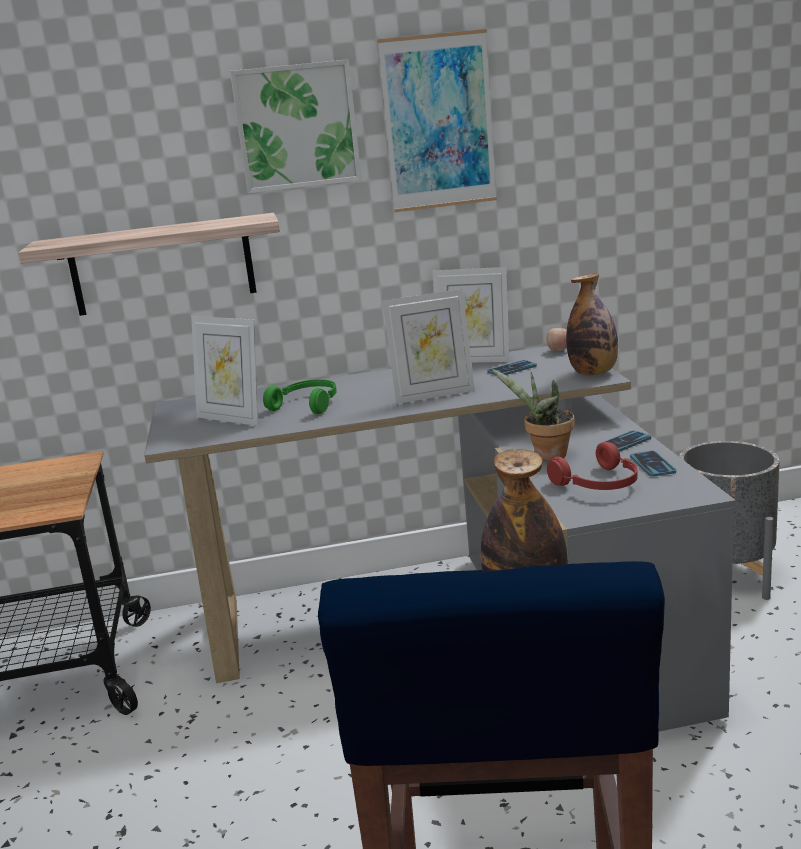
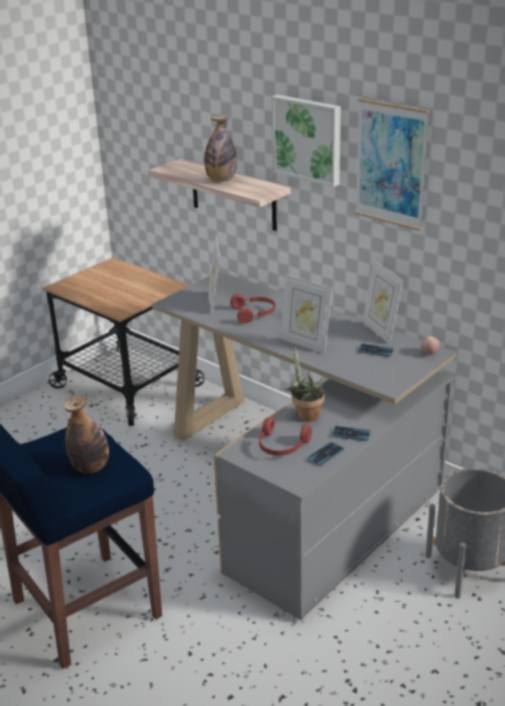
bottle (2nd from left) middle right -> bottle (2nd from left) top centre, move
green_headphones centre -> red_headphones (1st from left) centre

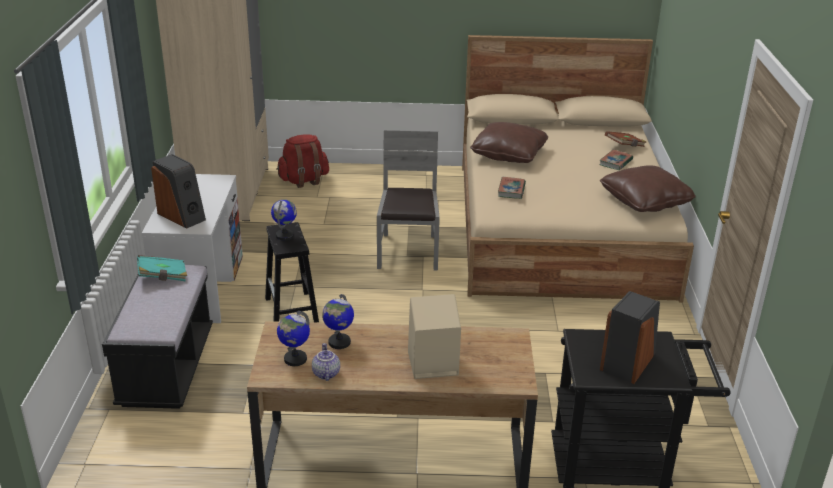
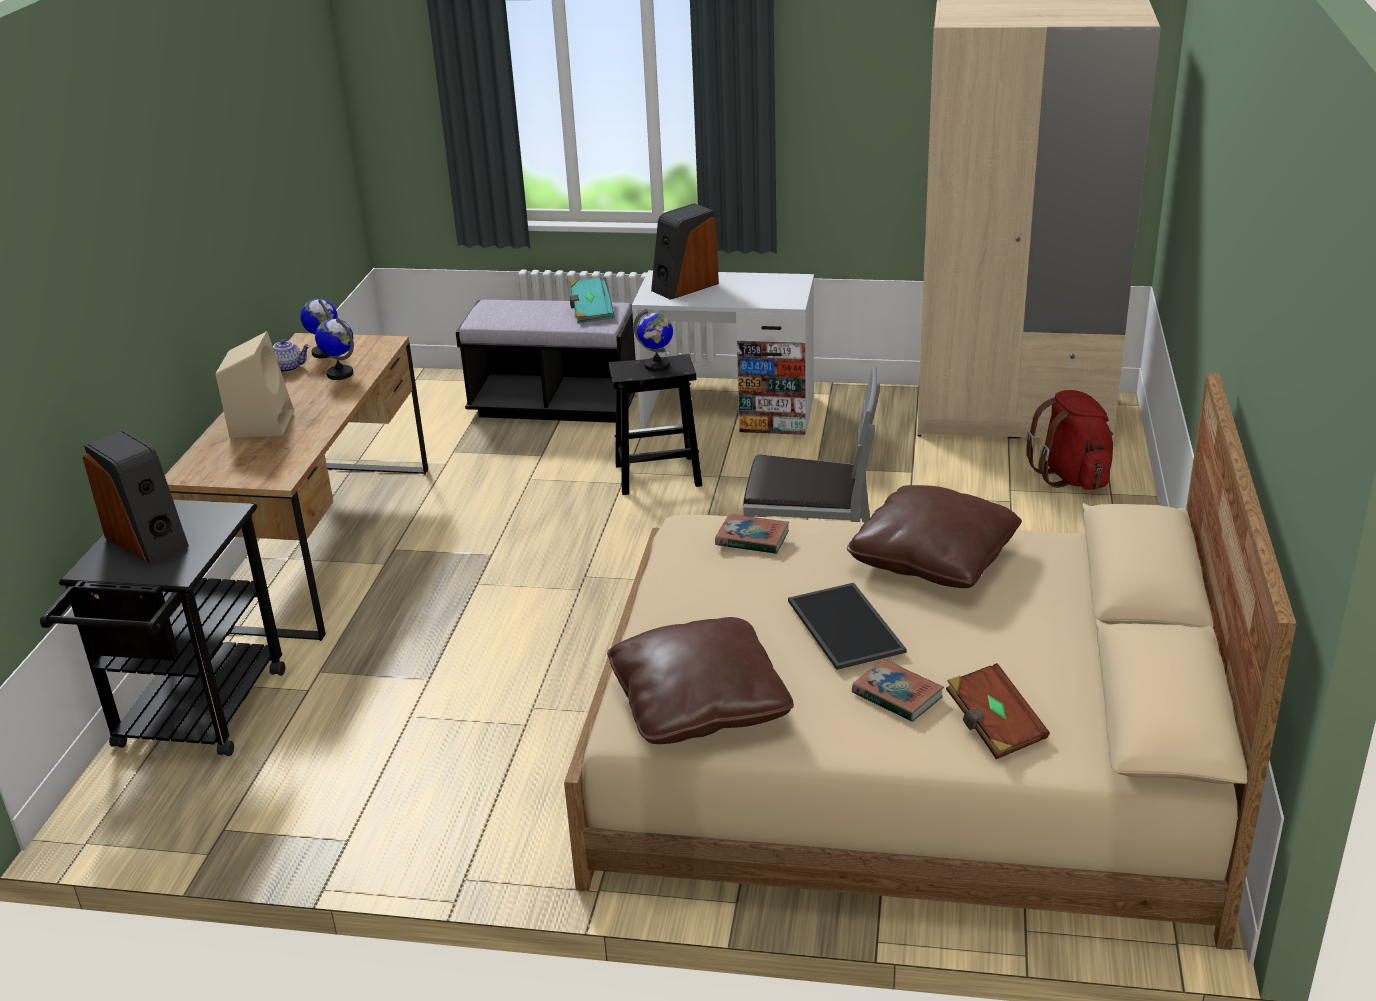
none -> tray centre

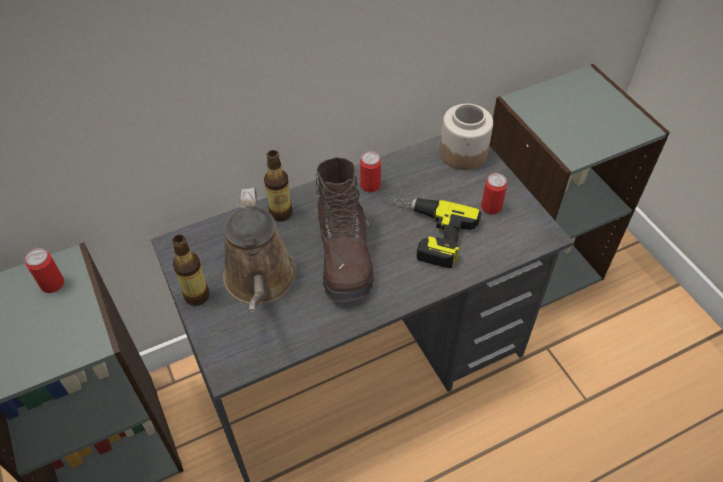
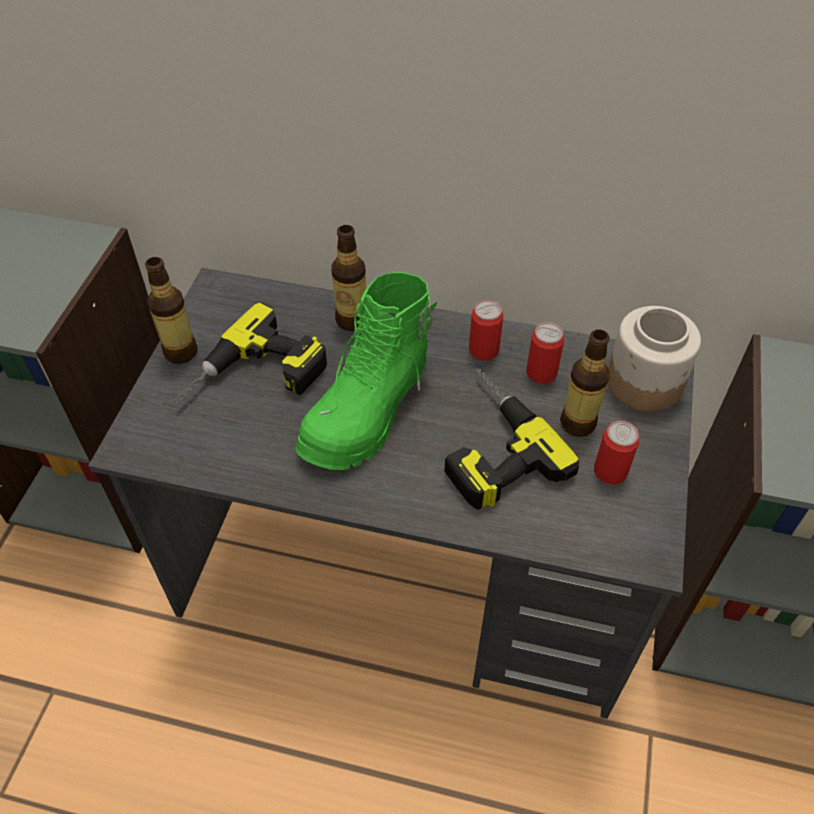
none -> bottle (3rd from left) middle right
can (1st from left in the first image) middle left -> can (2nd from left) middle right, move
brown_watering_can centre -> power_drill (1st from left) middle left
brown_boot centre -> green_boot centre

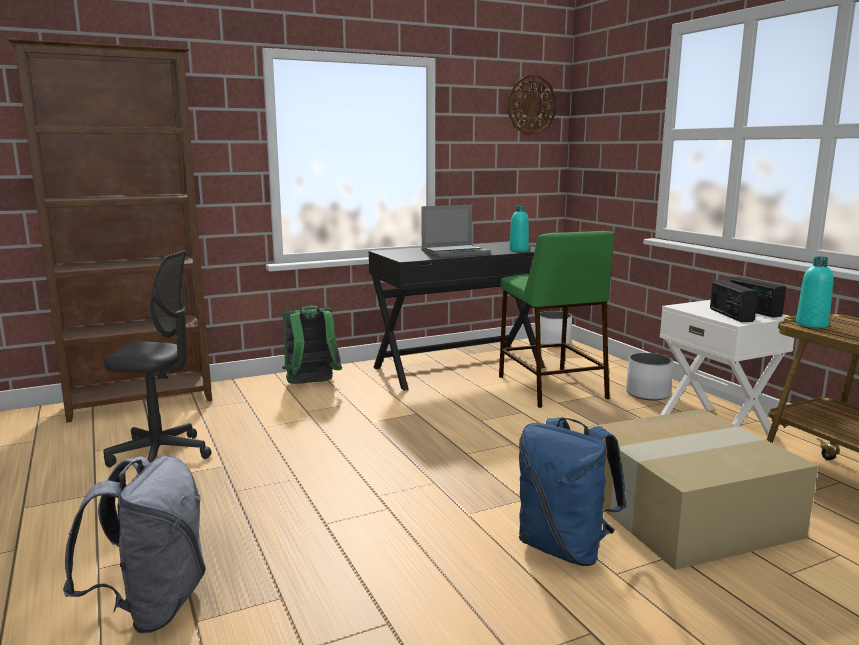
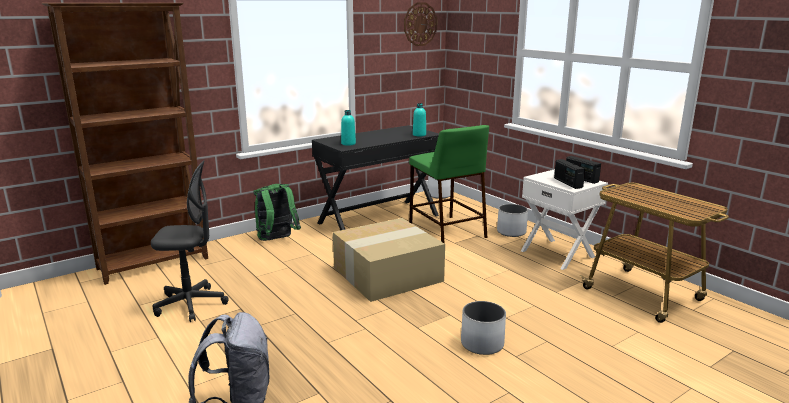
laptop centre -> none
cardboard_box bottom right -> cardboard_box centre, move
turquoise_bottle (2nd from left in the first image) middle right -> turquoise_bottle (1st from left) top centre, move
blue_backpack bottom centre -> white_planter (2nd from left) bottom centre

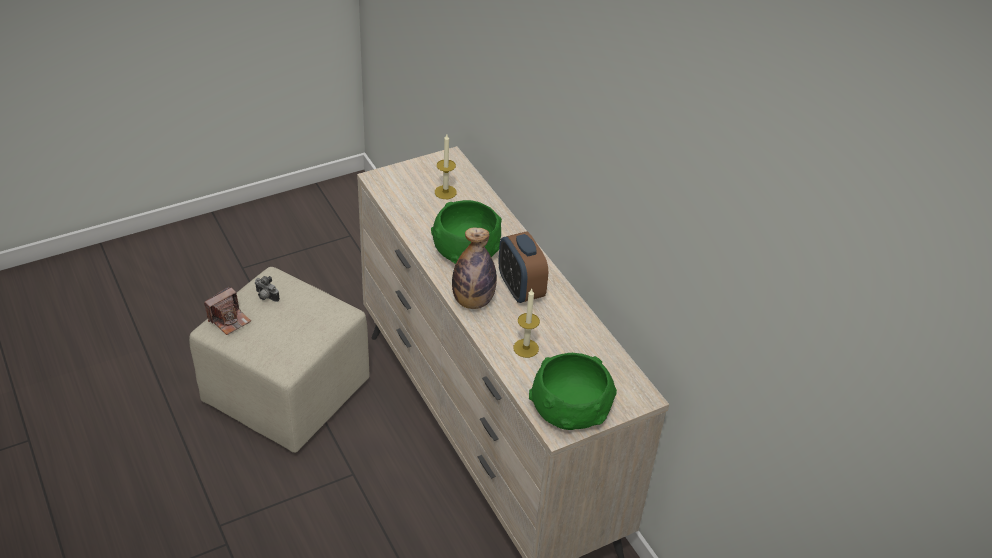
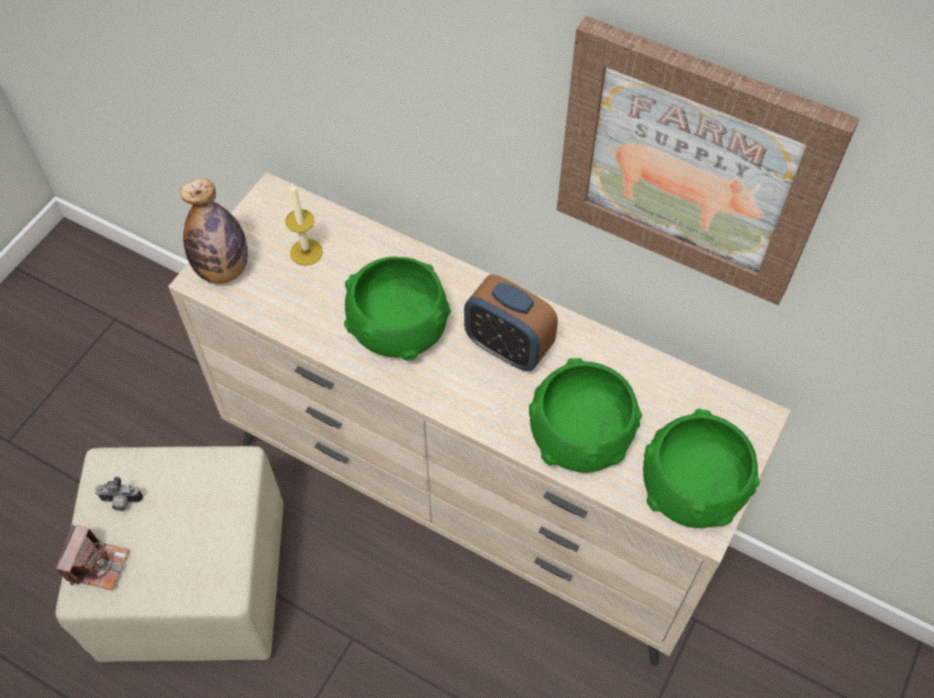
none -> picture top right
bottle centre -> bottle top left, move
candle (2nd from left) centre -> green_bowl (2nd from left) centre

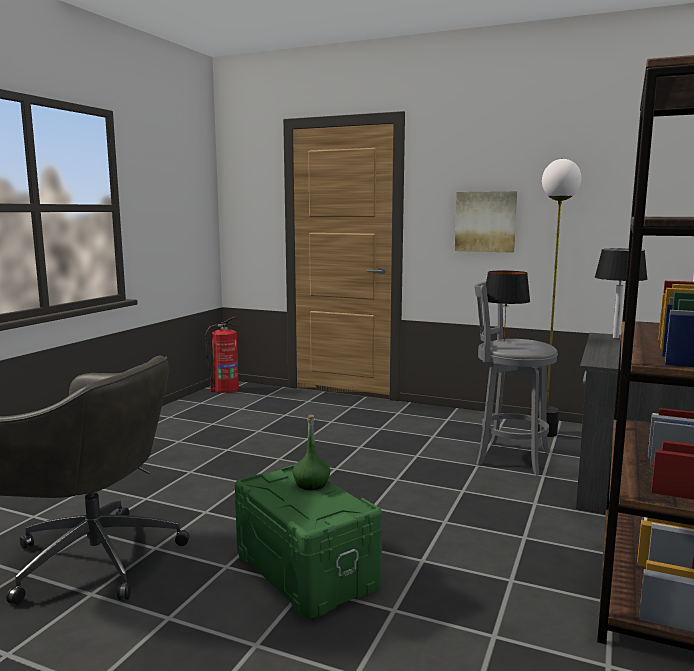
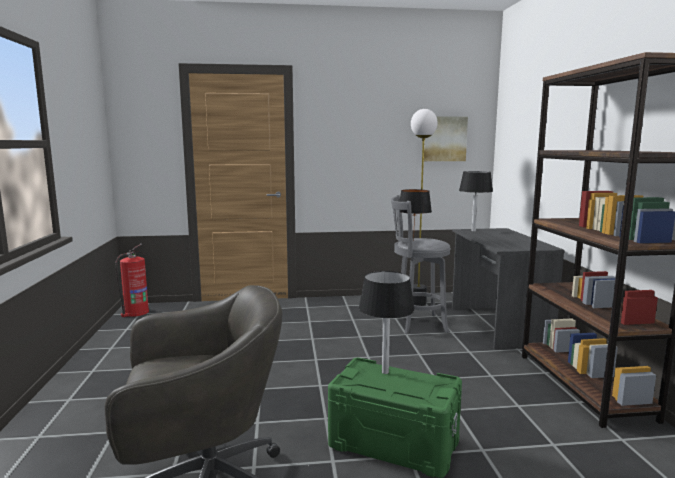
picture top right -> picture top centre, move
green_bottle bottom centre -> black_table_lamp (1st from left) bottom centre

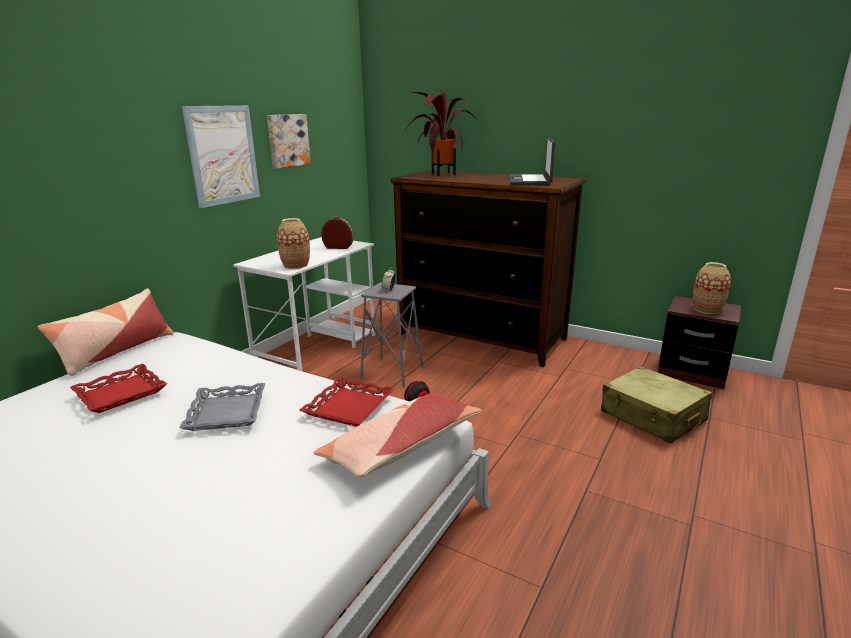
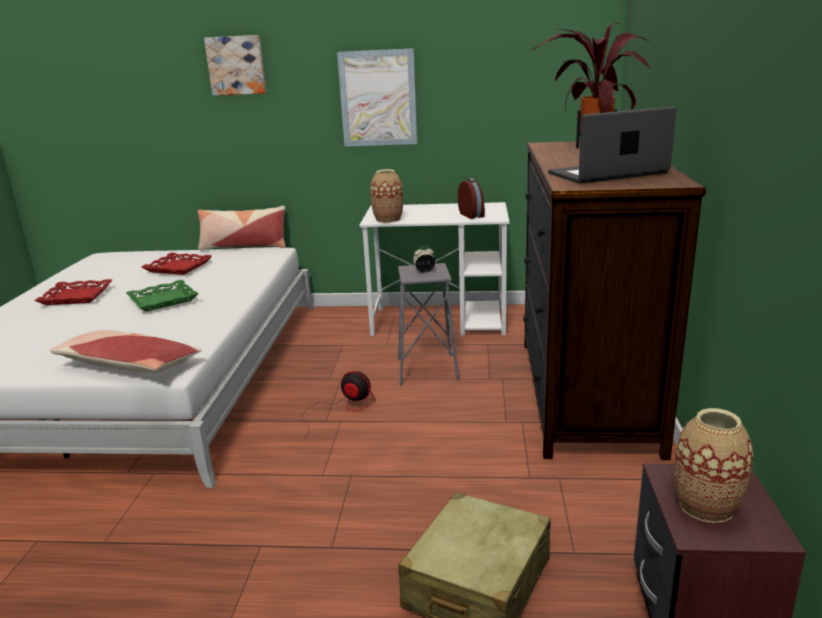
picture (2nd from left in the first image) top centre -> picture (1st from left) top left, move
red_tray (2nd from left in the first image) centre -> red_tray (1st from left) middle left, move
grey_tray middle left -> green_tray middle left

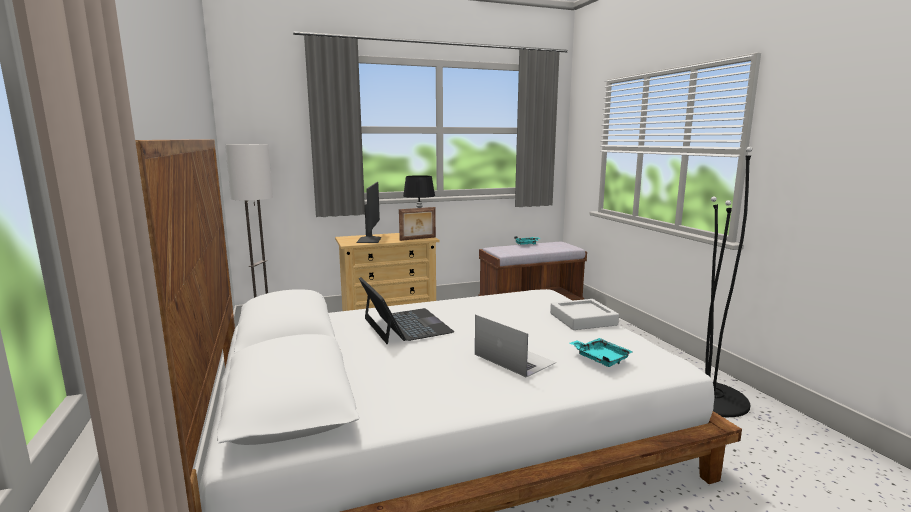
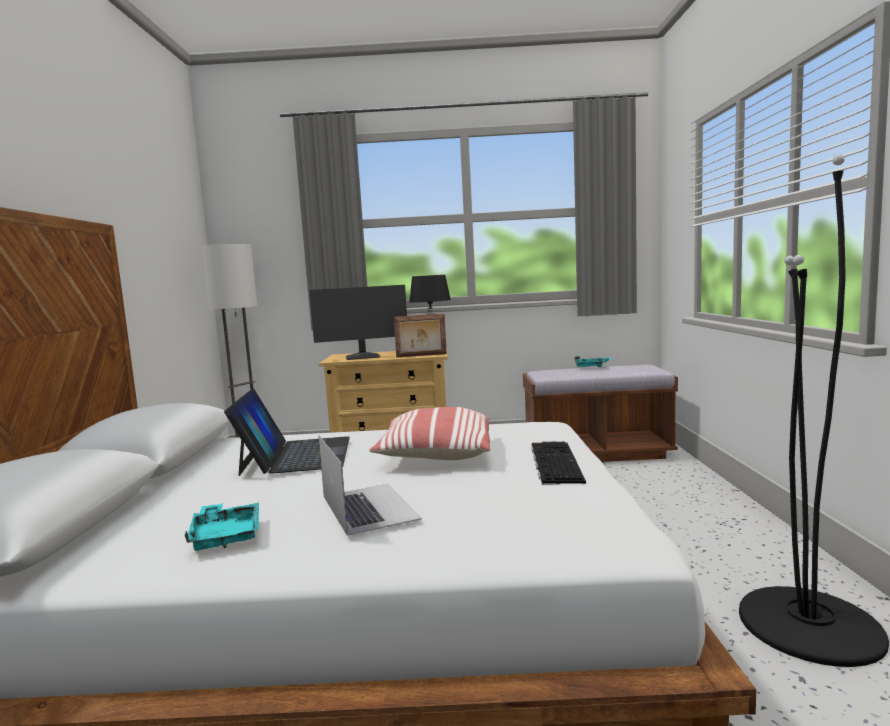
none -> pillow centre
turquoise_tray (2nd from left in the first image) bottom centre -> turquoise_tray (1st from left) bottom left, move
grey_tray centre -> keyboard centre
monitor centre, 60 degrees clockwise

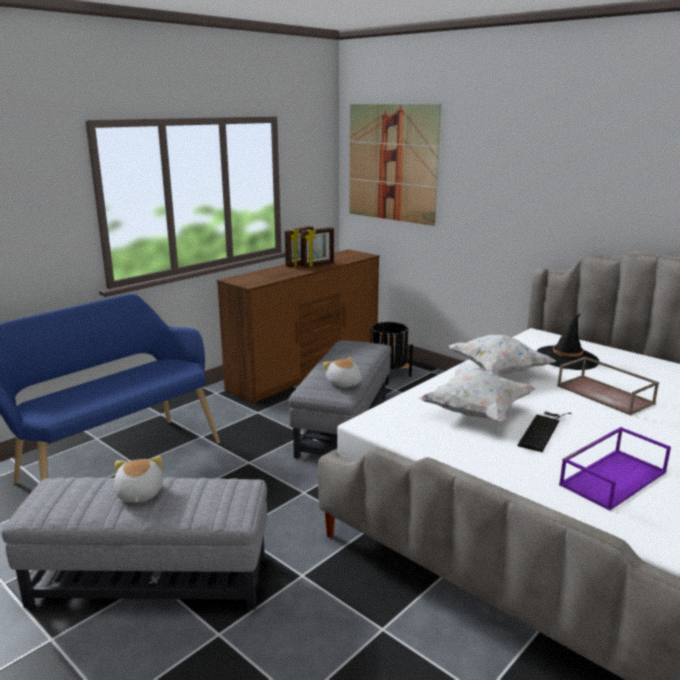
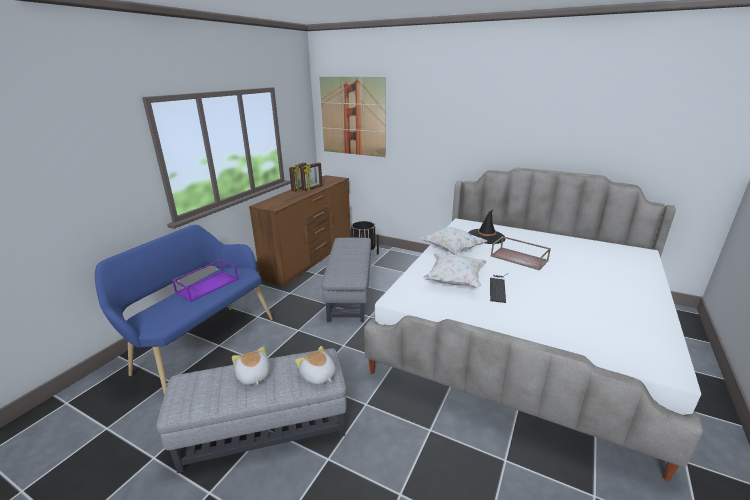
plush_toy (2nd from left) centre -> plush_toy (2nd from left) bottom centre, move
purple_tray bottom right -> purple_tray middle left, move

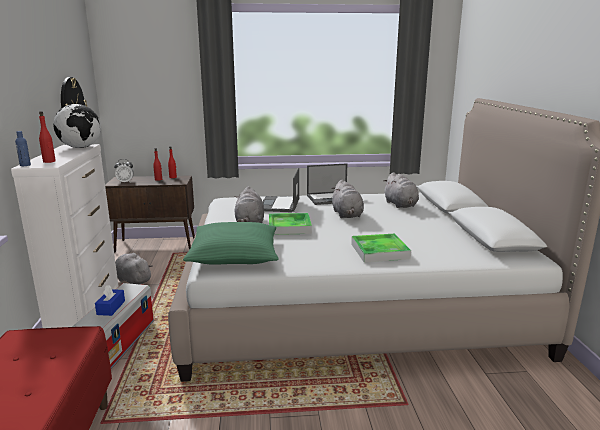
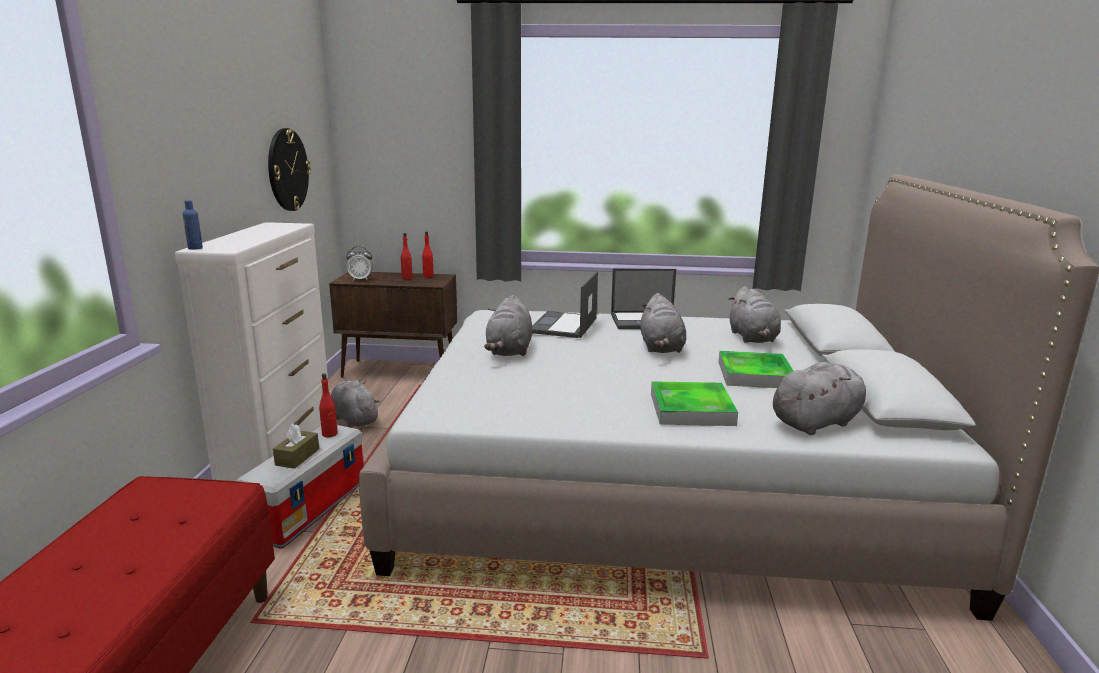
globe top left -> none
green_pillow centre -> none
none -> grey_plush_toy (5th from left) middle right
red_bottle (1st from left) top left -> red_bottle (1st from left) middle left, move
tray (1st from left in the first image) centre -> tray (2nd from left) middle right, move
blue_tissue_box bottom left -> brown_tissue_box middle left

